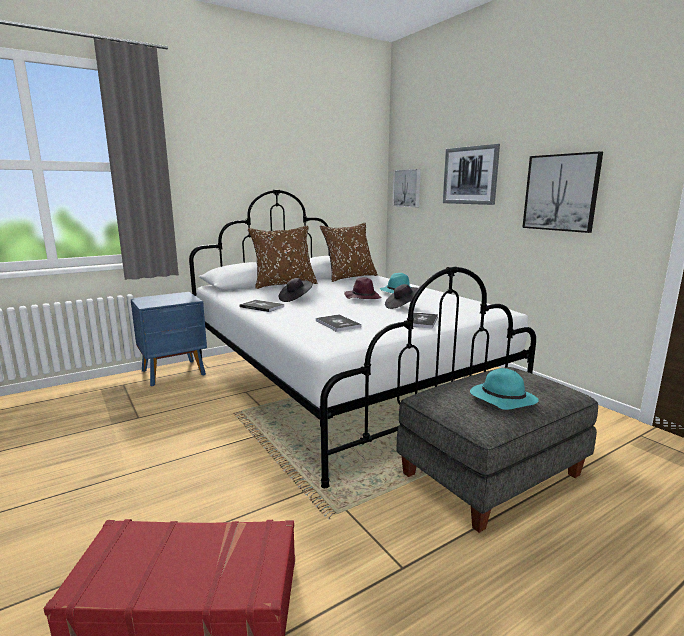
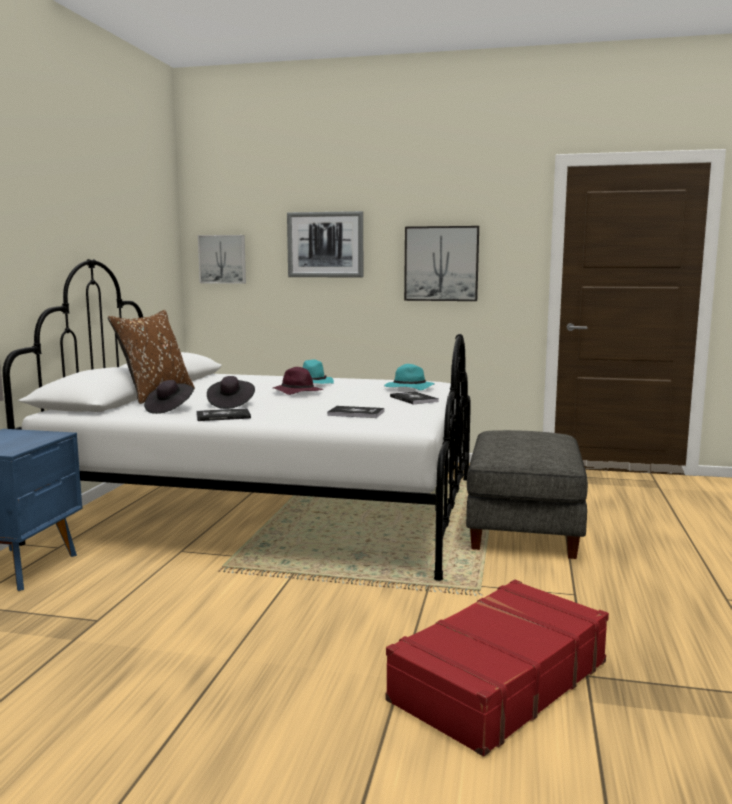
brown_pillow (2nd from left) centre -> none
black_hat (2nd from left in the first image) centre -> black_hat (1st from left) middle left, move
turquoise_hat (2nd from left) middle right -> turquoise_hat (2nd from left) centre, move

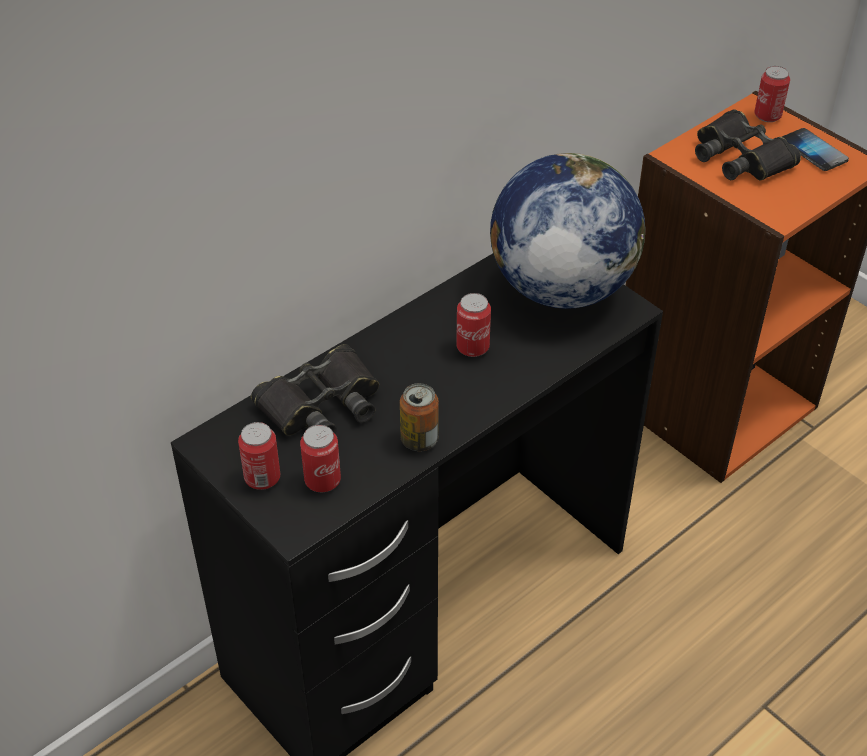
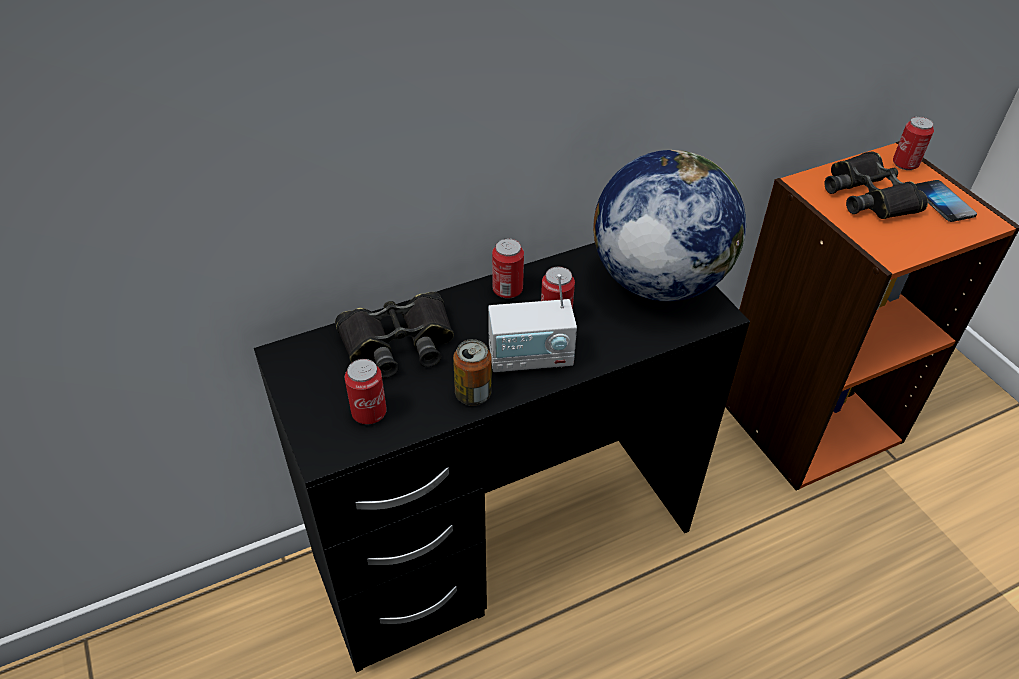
none -> radio centre
can (1st from left in the first image) middle left -> can (3rd from left) centre, move

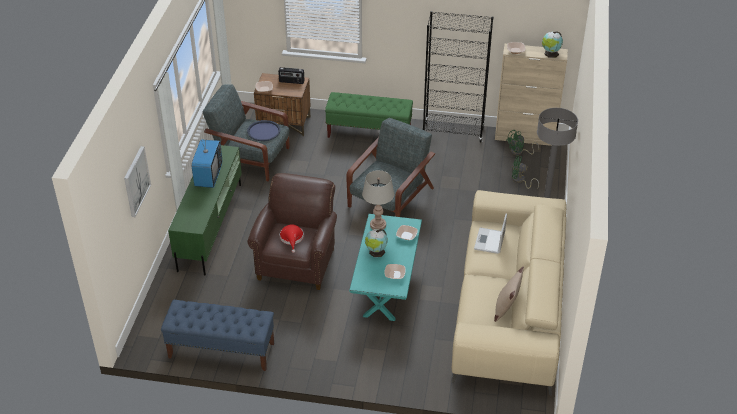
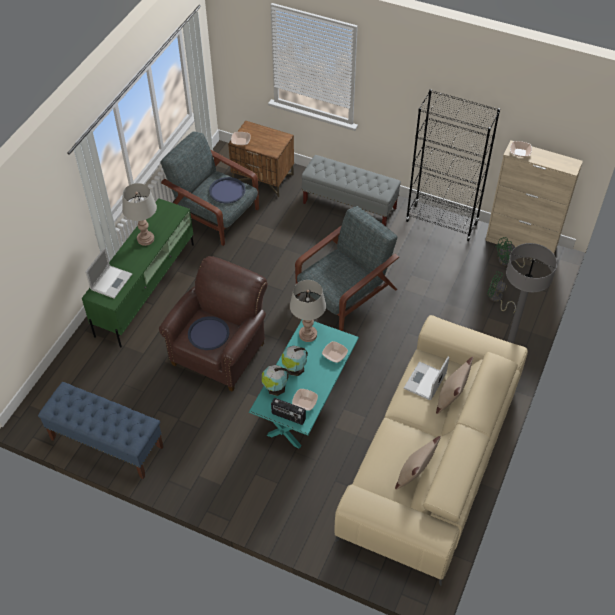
picture middle left -> none
none -> laptop (1st from left) middle left
none -> beige_pillow (2nd from left) middle right
radio top centre -> radio bottom centre, move
globe (2nd from left in the first image) top right -> globe (1st from left) centre, move
television middle left -> grey_table_lamp (1st from left) middle left
red_hat centre -> blue_tray (1st from left) centre
green_bench top centre -> grey_bench top centre

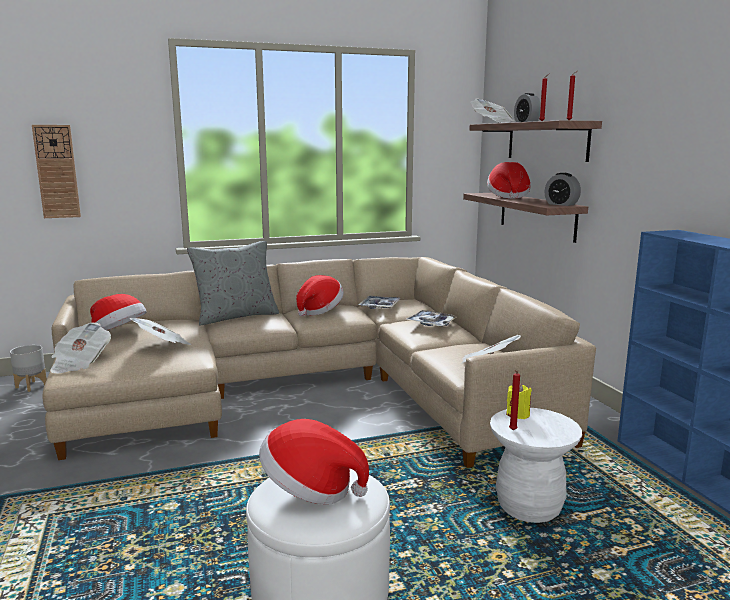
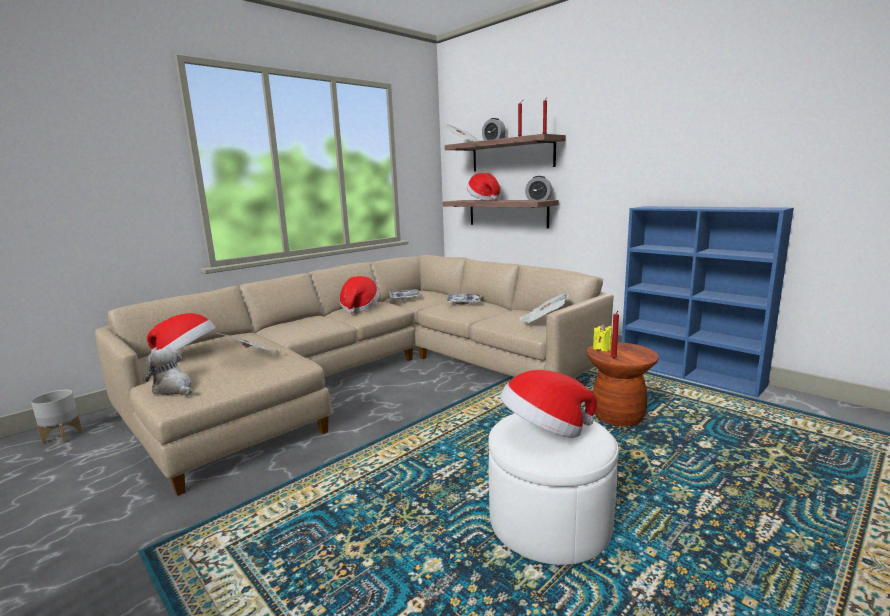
wall_clock top left -> none
grey_pillow middle left -> none
newspaper (1st from left) middle left -> plush_toy middle left
white_stool bottom right -> brown_stool middle right

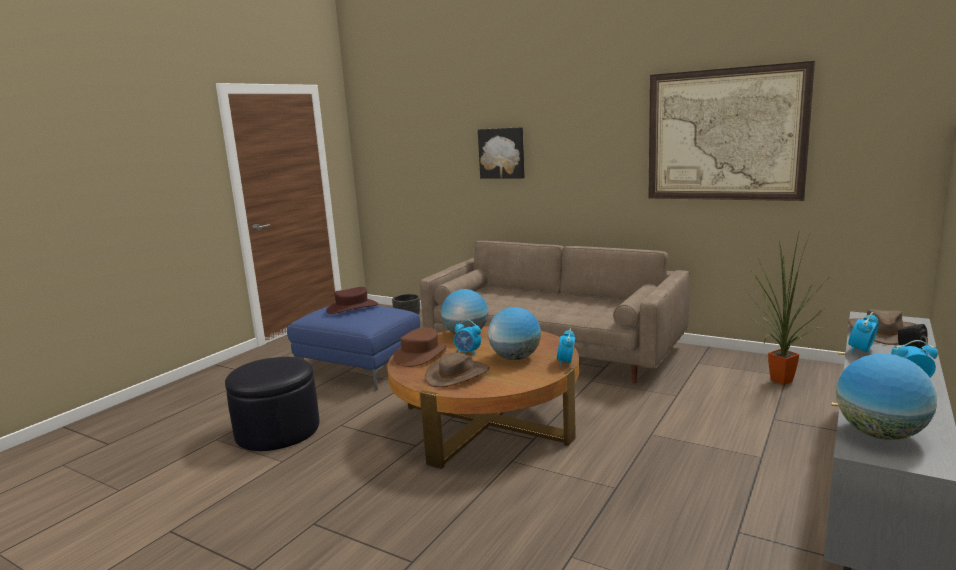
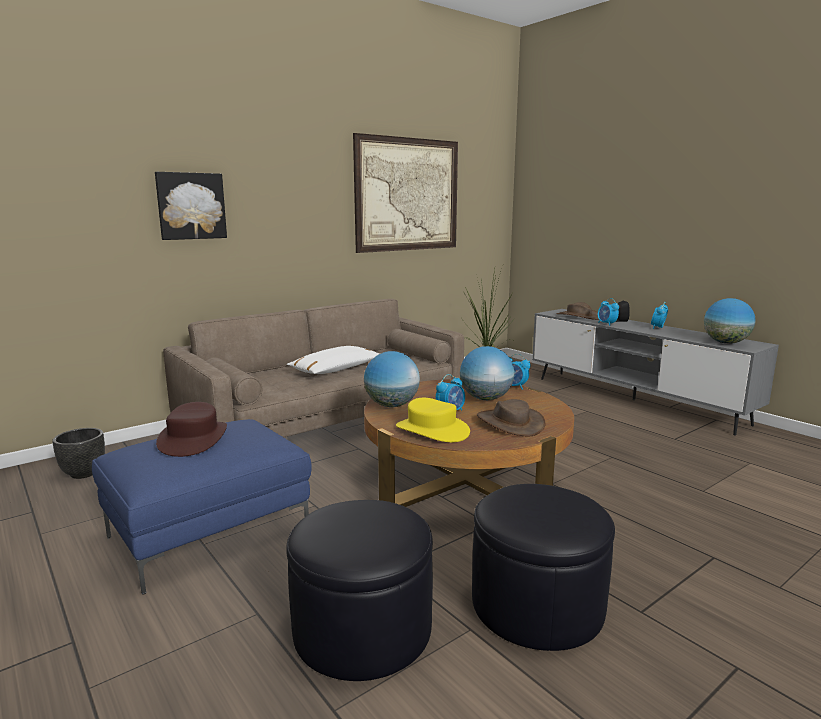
none -> white_pillow centre
none -> black_ottoman (2nd from left) bottom centre
brown_hat (2nd from left) centre -> yellow_hat centre

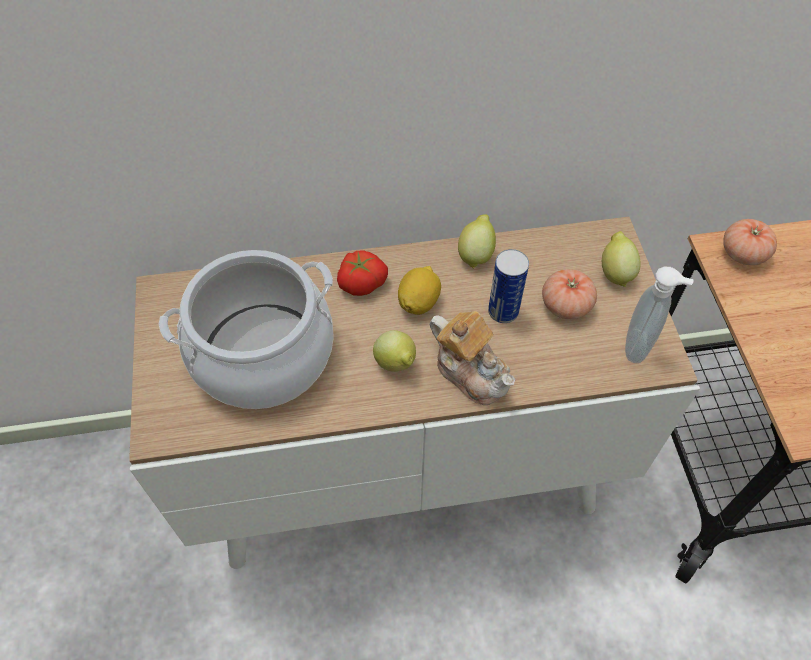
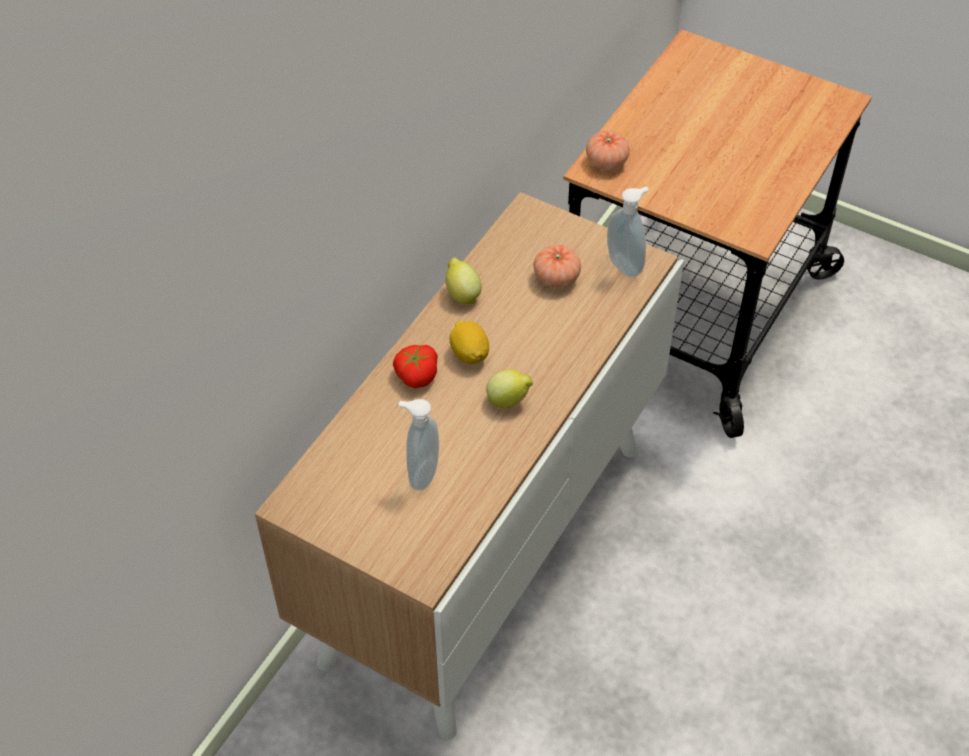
teapot centre -> none
can centre -> none
lemon (4th from left) middle right -> none
cooking_pot middle left -> soap_dispenser (1st from left) centre

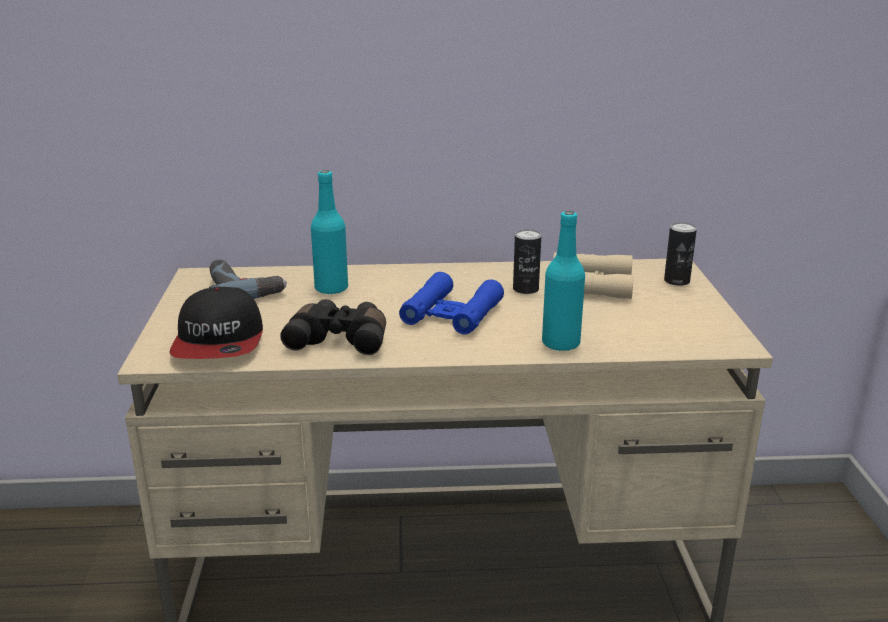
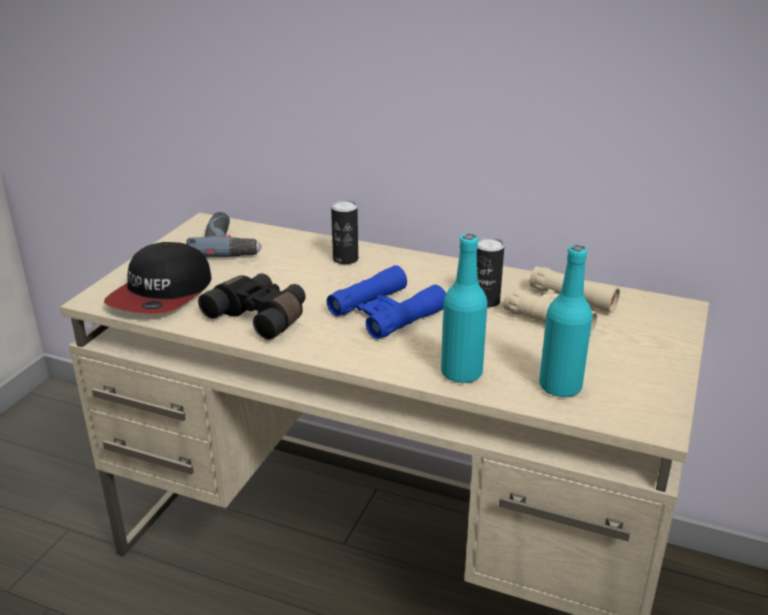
turquoise_bottle (1st from left in the first image) centre -> turquoise_bottle (2nd from left) middle right, move
can (2nd from left in the first image) middle right -> can (1st from left) centre, move

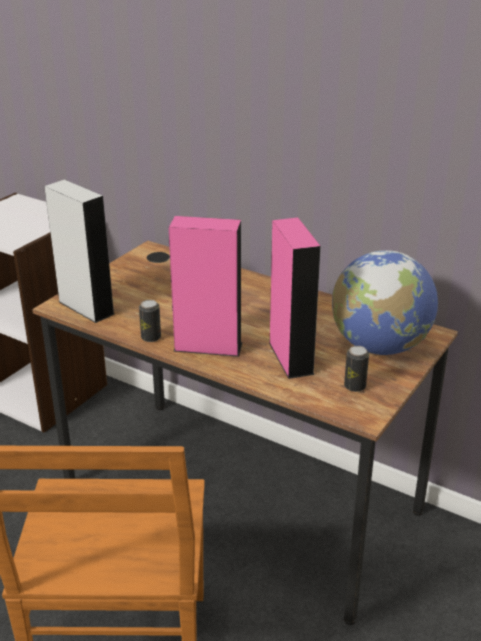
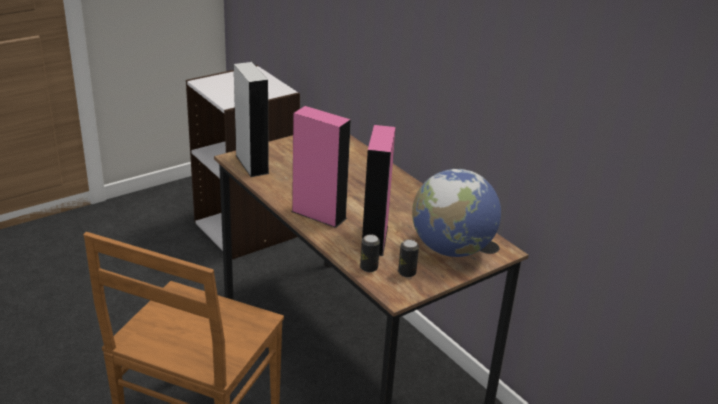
can (1st from left) middle left -> can (1st from left) centre, move

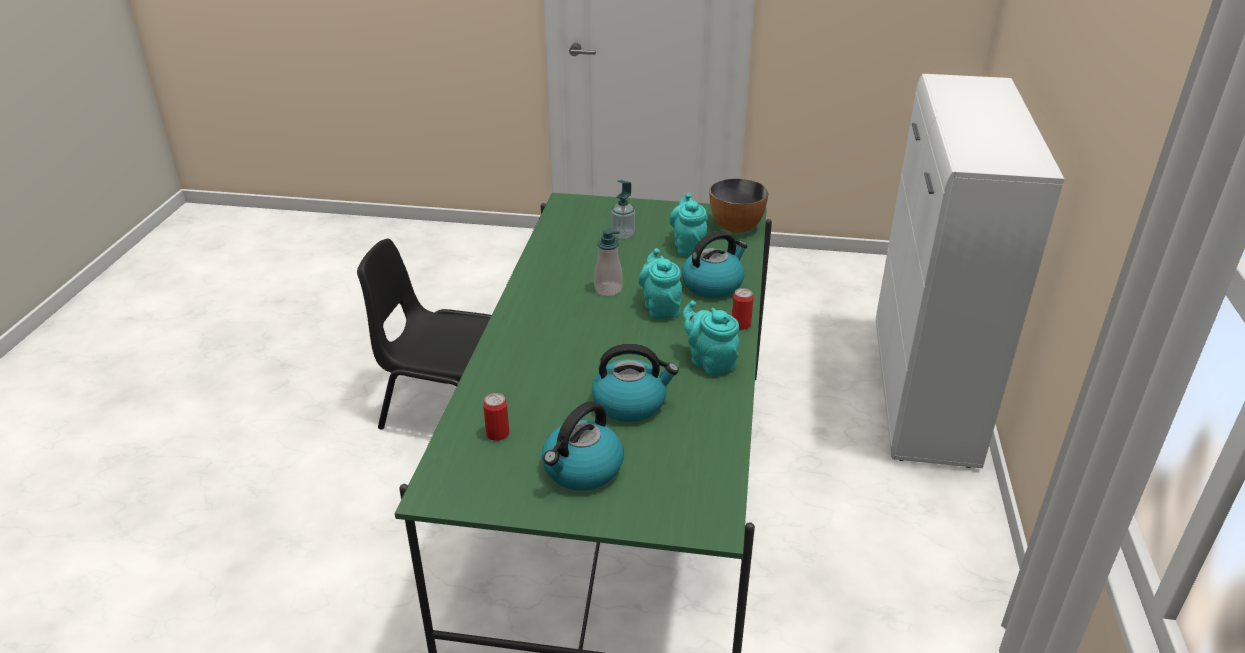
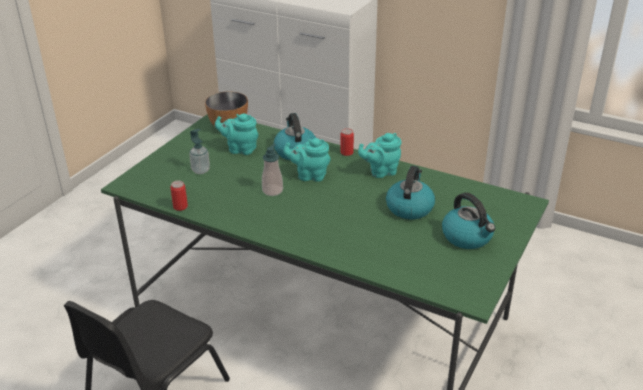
can (1st from left) centre -> can (1st from left) middle left, move

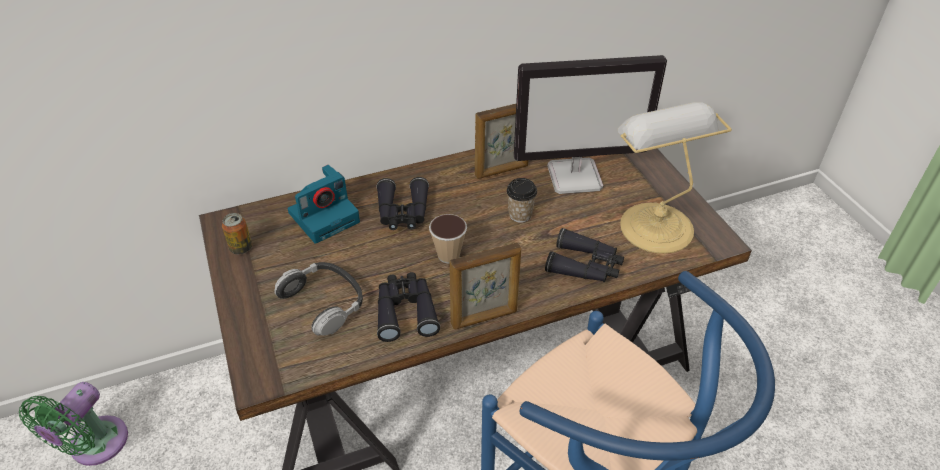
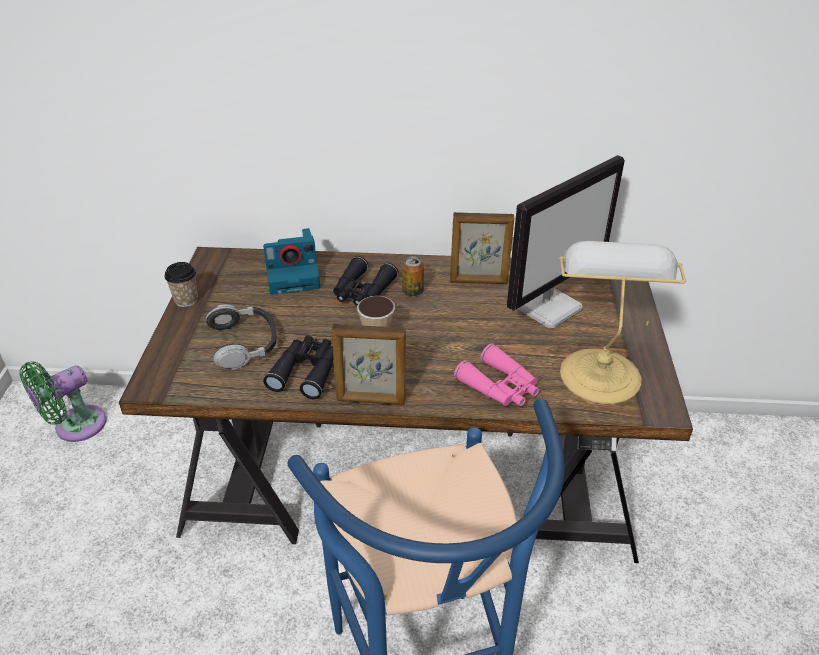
can middle left -> can centre, move
cup (2nd from left in the first image) centre -> cup (1st from left) middle left, move
black_binoculars (3rd from left) centre -> pink_binoculars centre
monitor top centre -> monitor middle right, 60 degrees counterclockwise

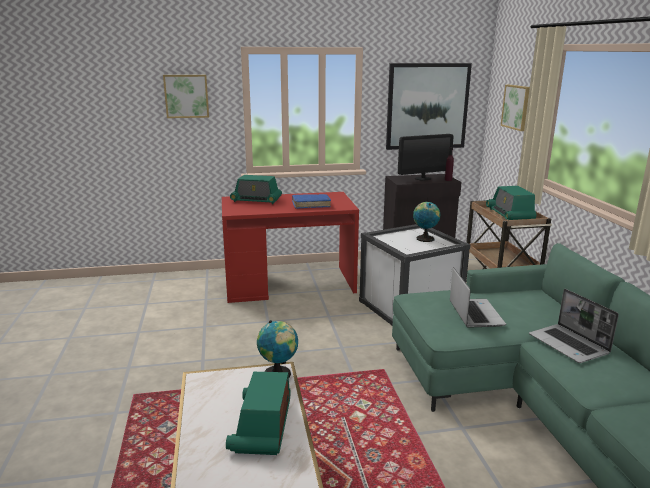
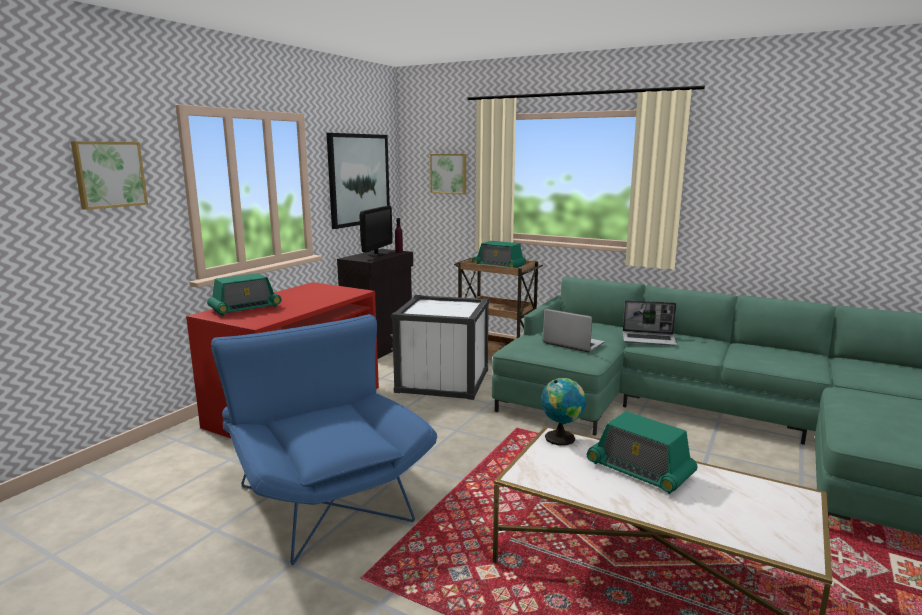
blue_book centre -> none
globe (2nd from left) centre -> none
none -> blue_armchair bottom centre

